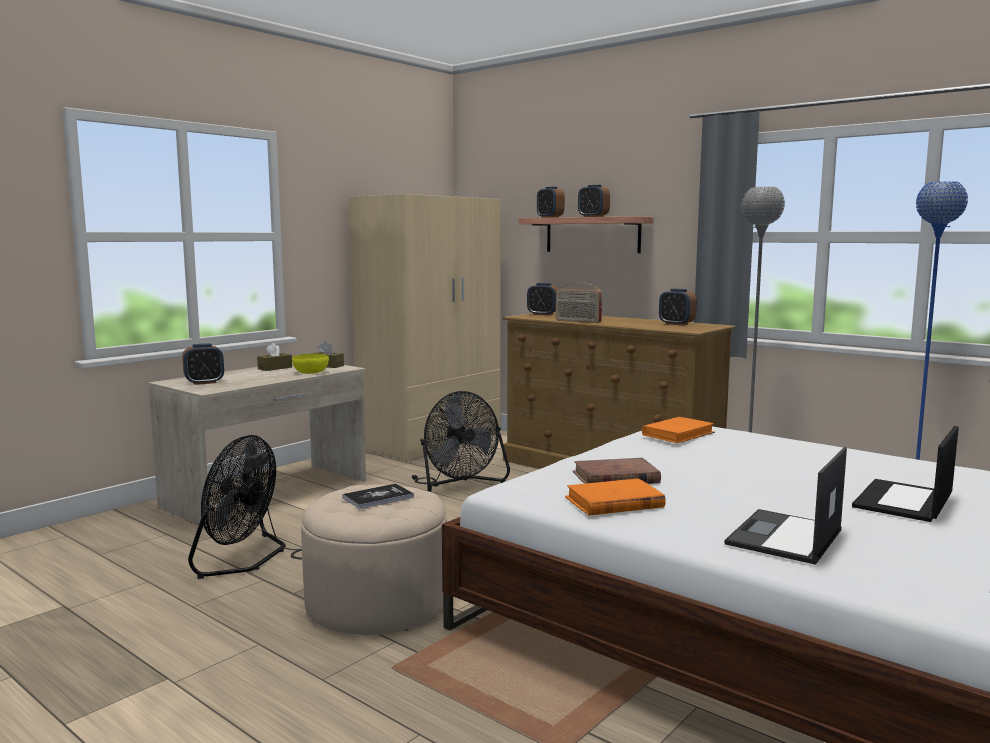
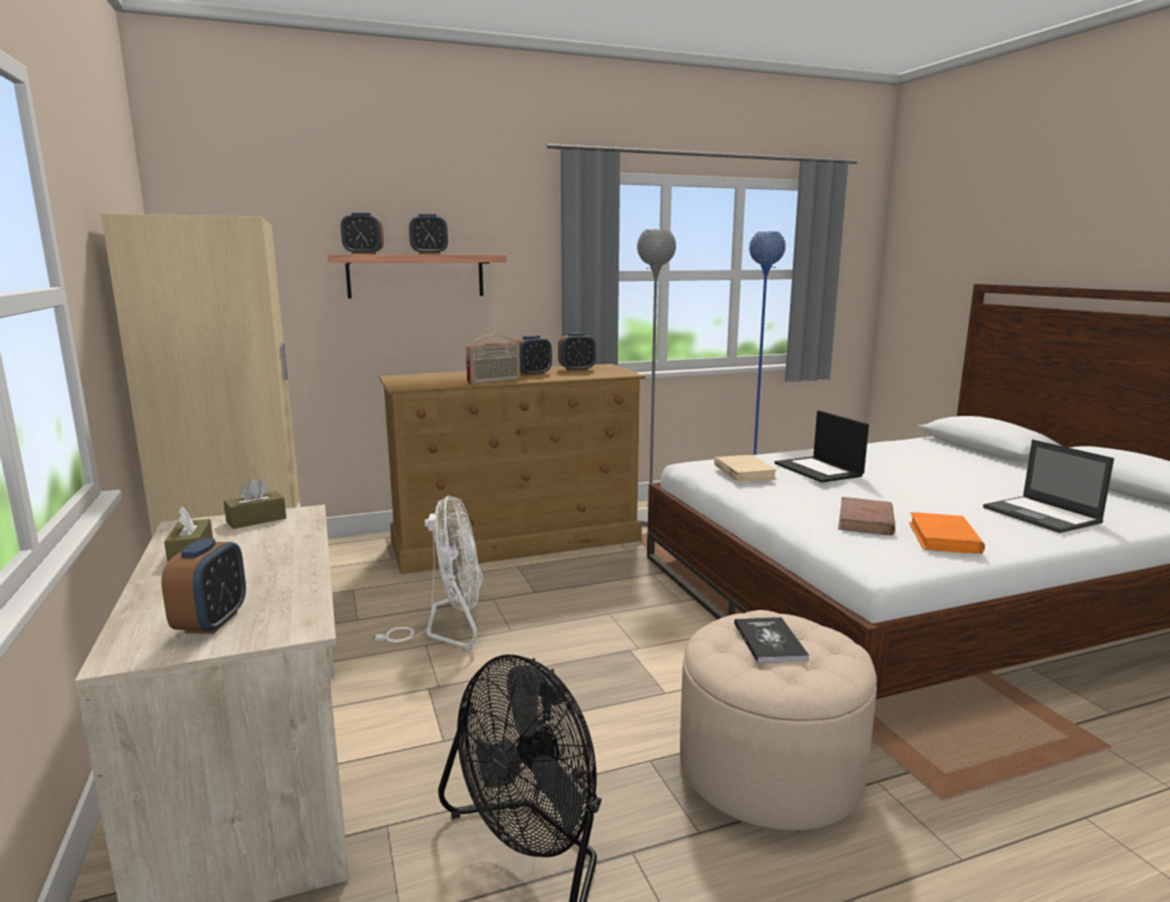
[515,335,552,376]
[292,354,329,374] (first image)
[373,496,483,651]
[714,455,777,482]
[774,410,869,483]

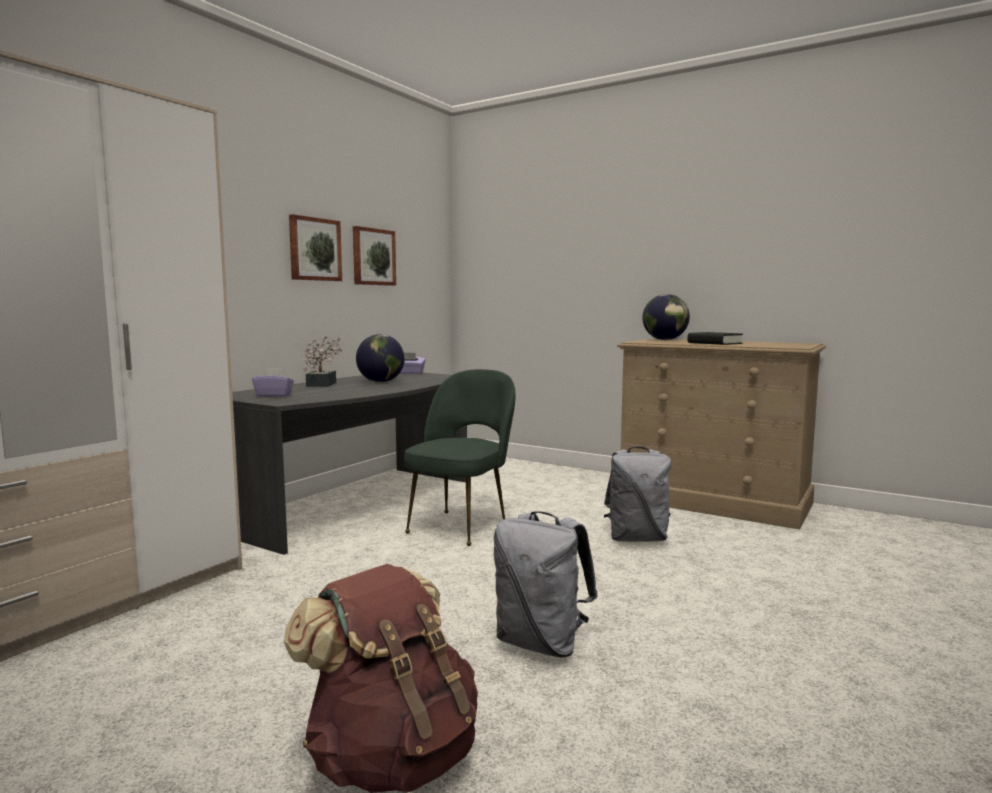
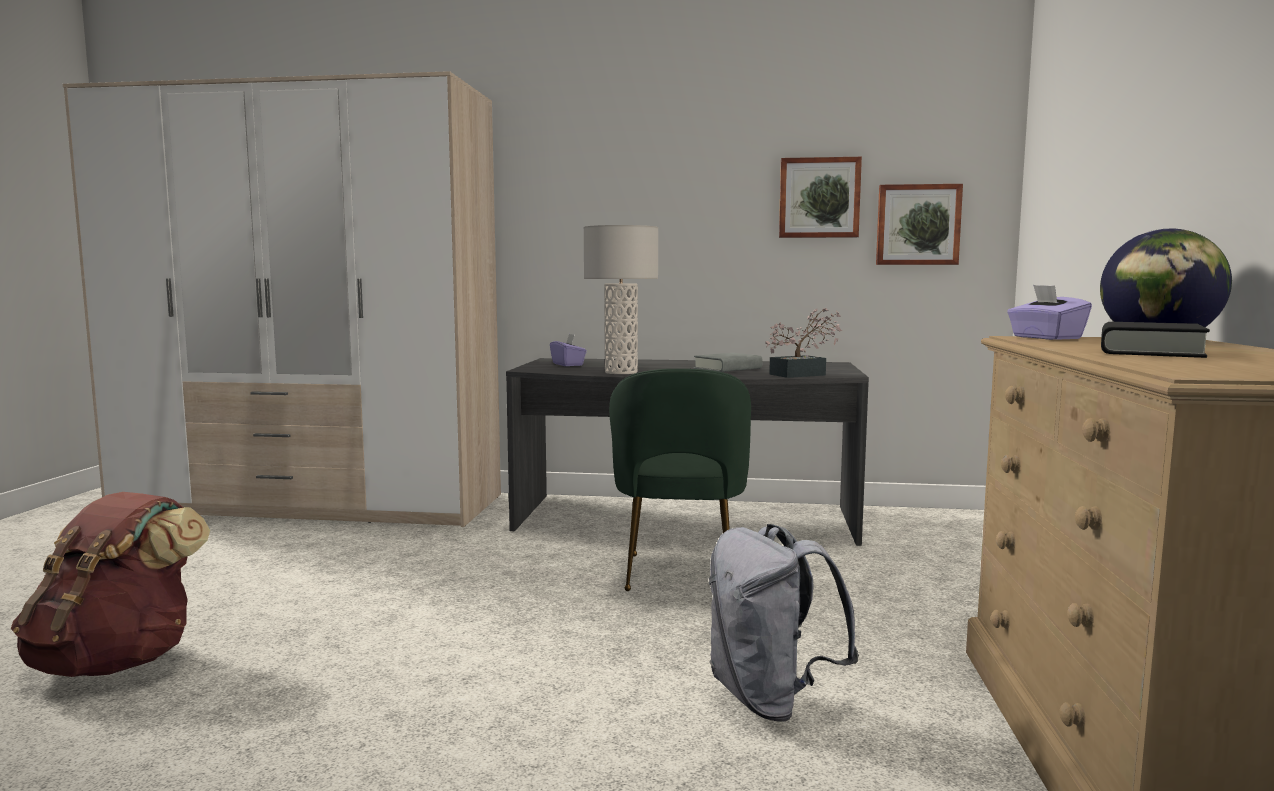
[876,184,963,265]
[694,353,762,372]
[765,308,842,378]
[1007,285,1092,340]
[609,369,751,591]
[494,511,598,658] (first image)
[584,225,658,374]

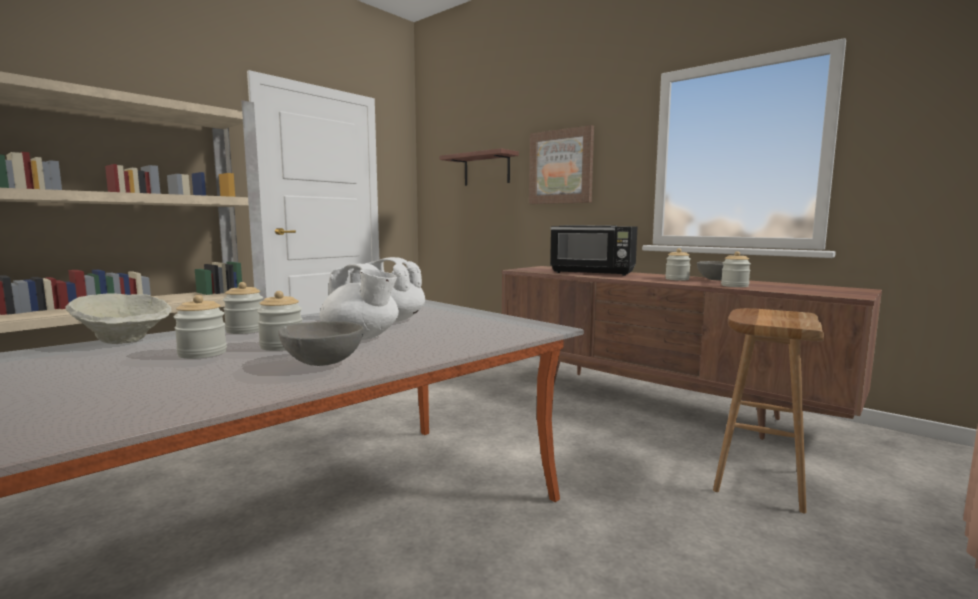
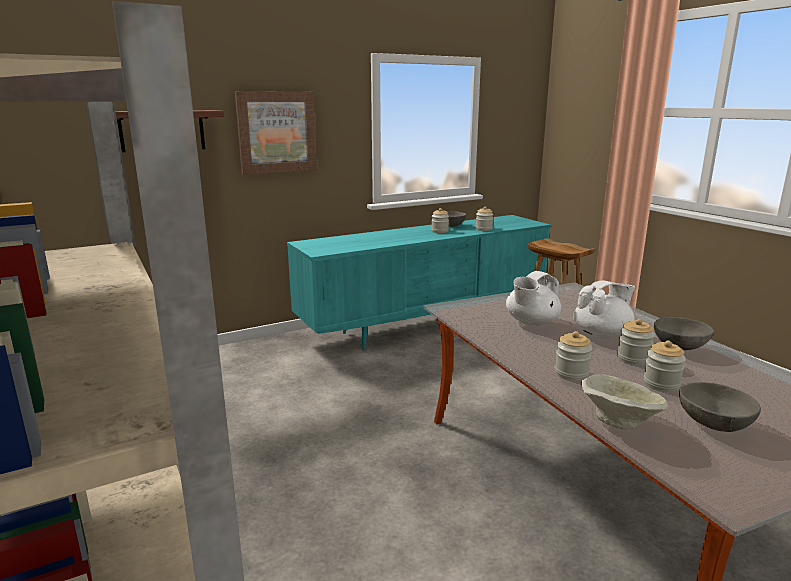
[550,225,638,276] (first image)
[287,215,551,350]
[679,382,761,432]

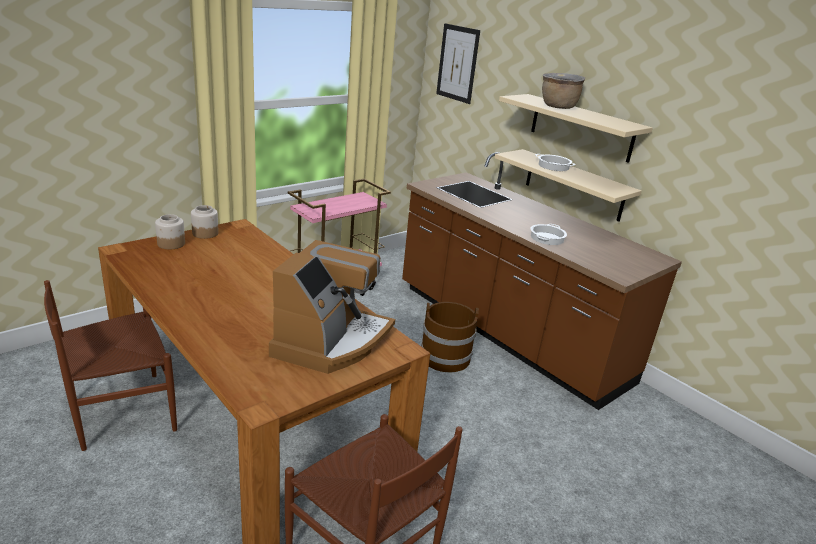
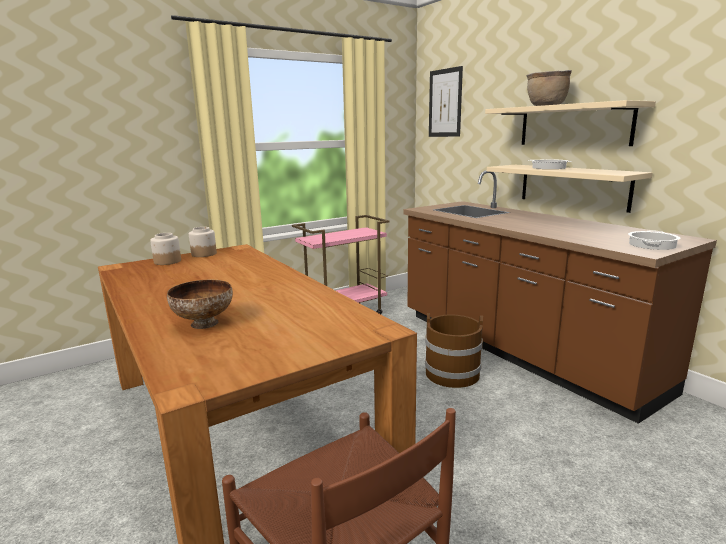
[628,230,681,250]
[269,240,395,374] (first image)
[44,280,177,451] (first image)
[167,280,233,329]

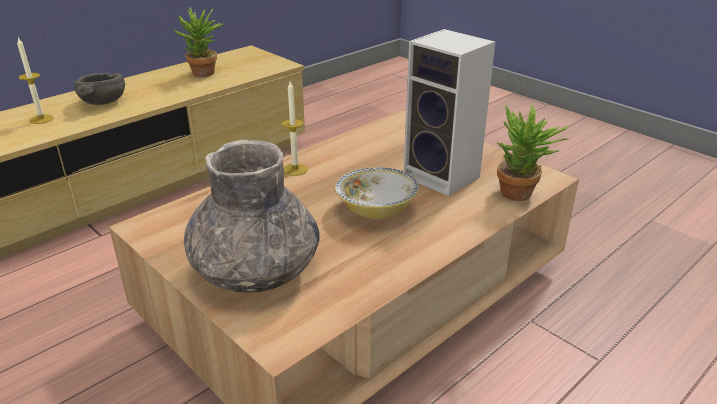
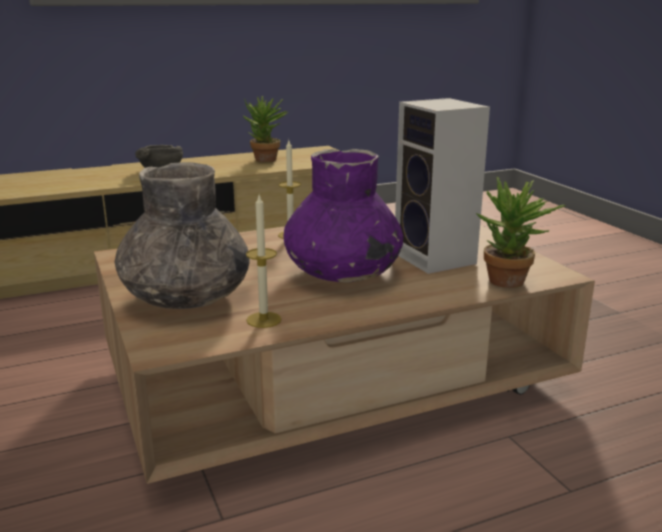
[246,195,282,328]
[283,149,403,283]

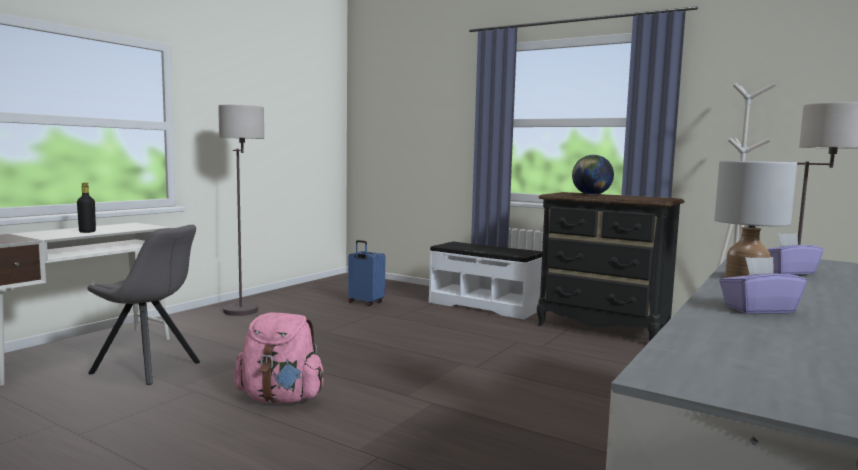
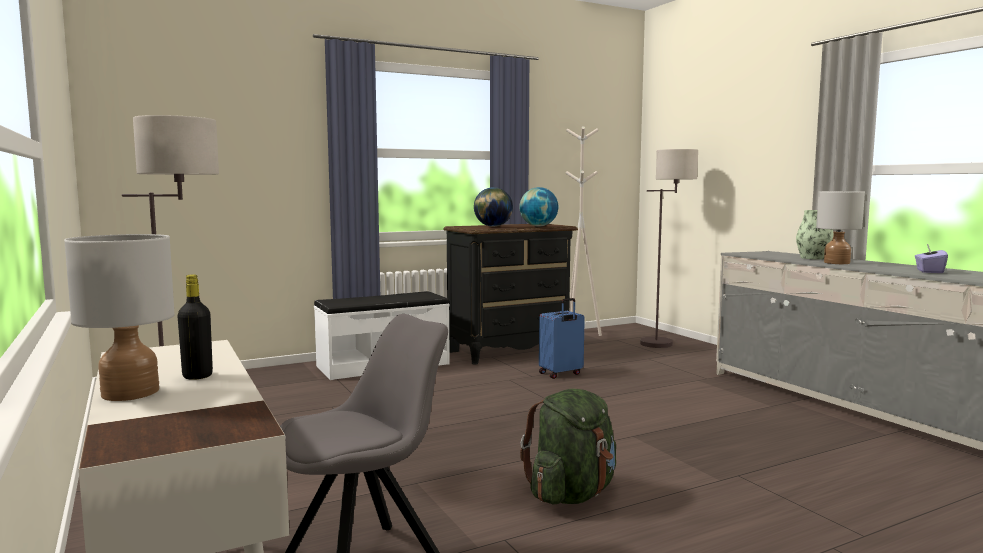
[796,210,834,259]
[539,298,585,379]
[520,388,616,504]
[519,187,558,226]
[64,234,175,401]

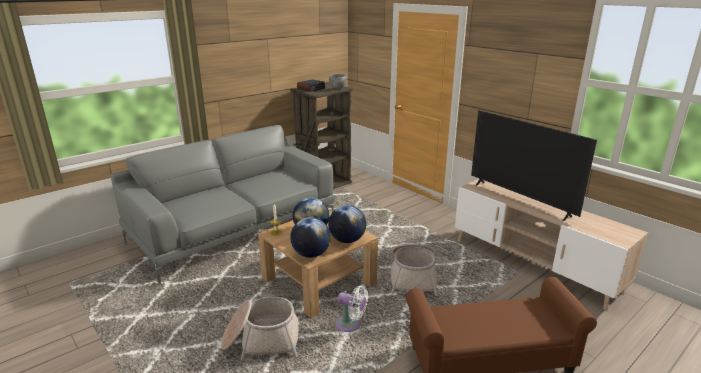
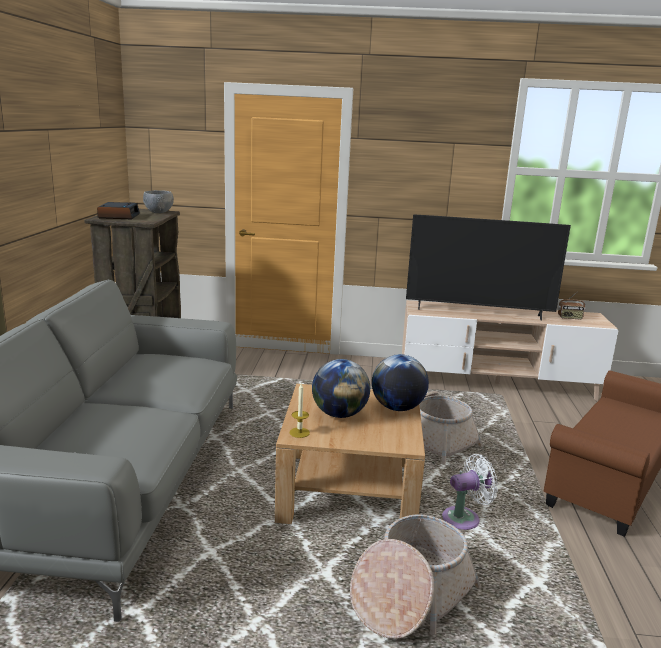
[290,217,331,258] (first image)
[558,292,585,320]

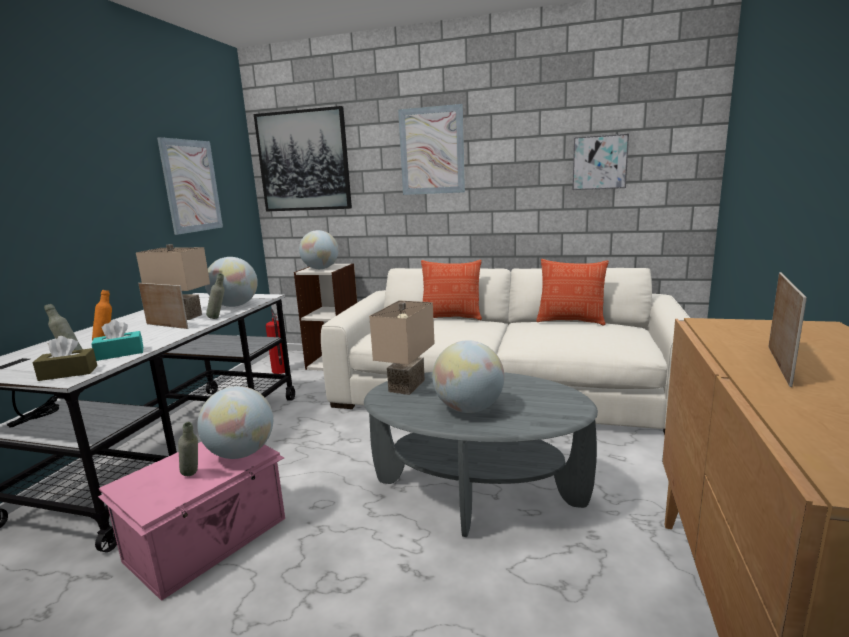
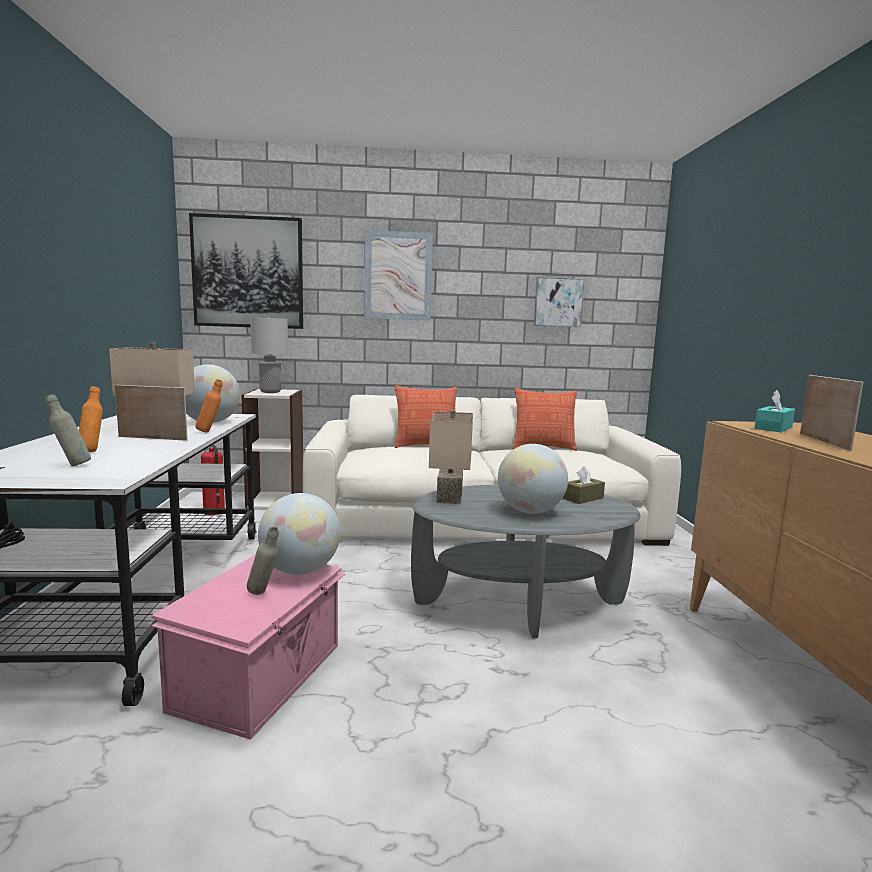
[157,137,223,235] (first image)
[250,317,288,393]
[195,379,223,433]
[754,390,795,432]
[563,466,605,504]

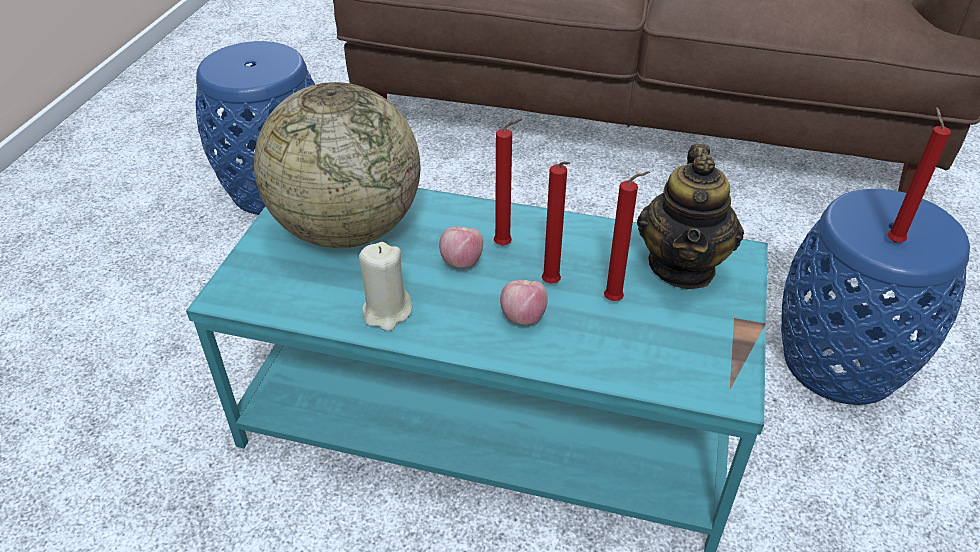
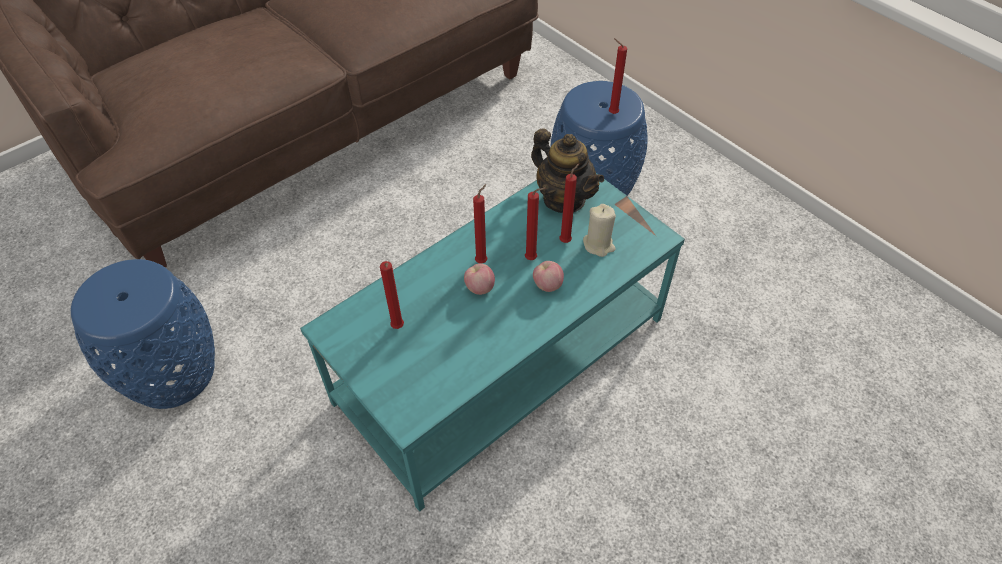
[380,261,404,329]
[583,204,616,257]

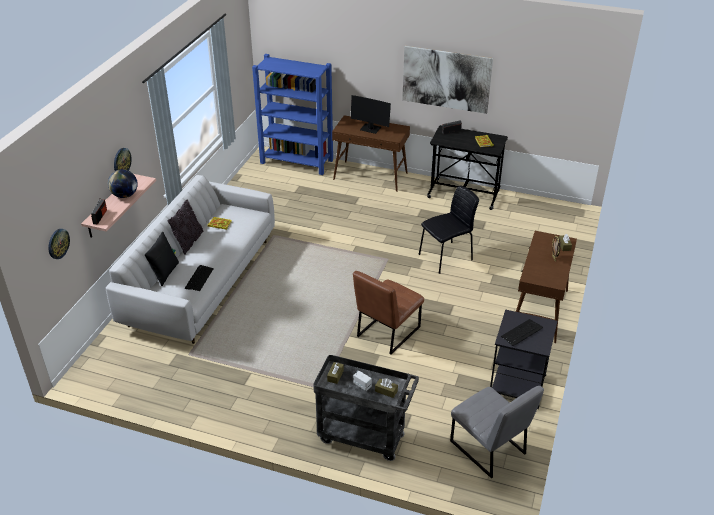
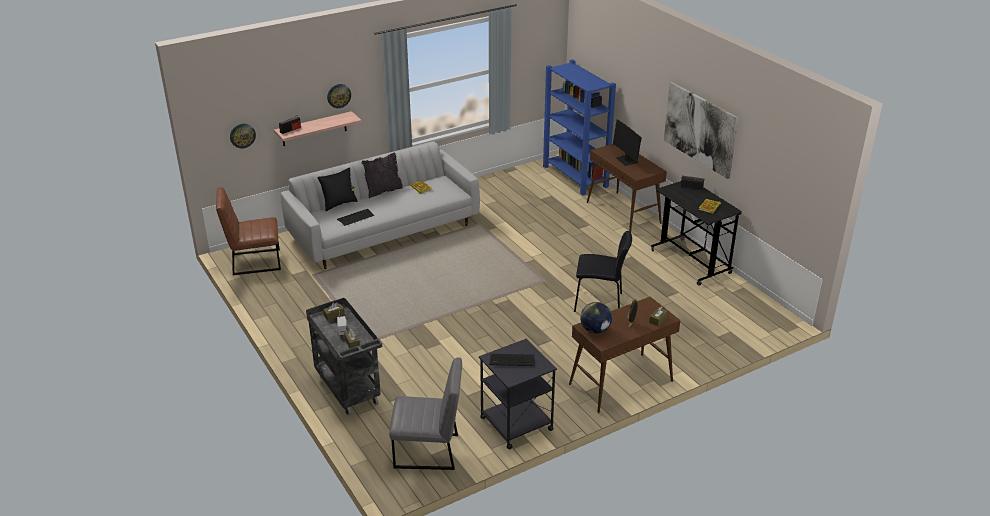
[580,302,612,334]
[216,187,281,275]
[389,357,462,470]

